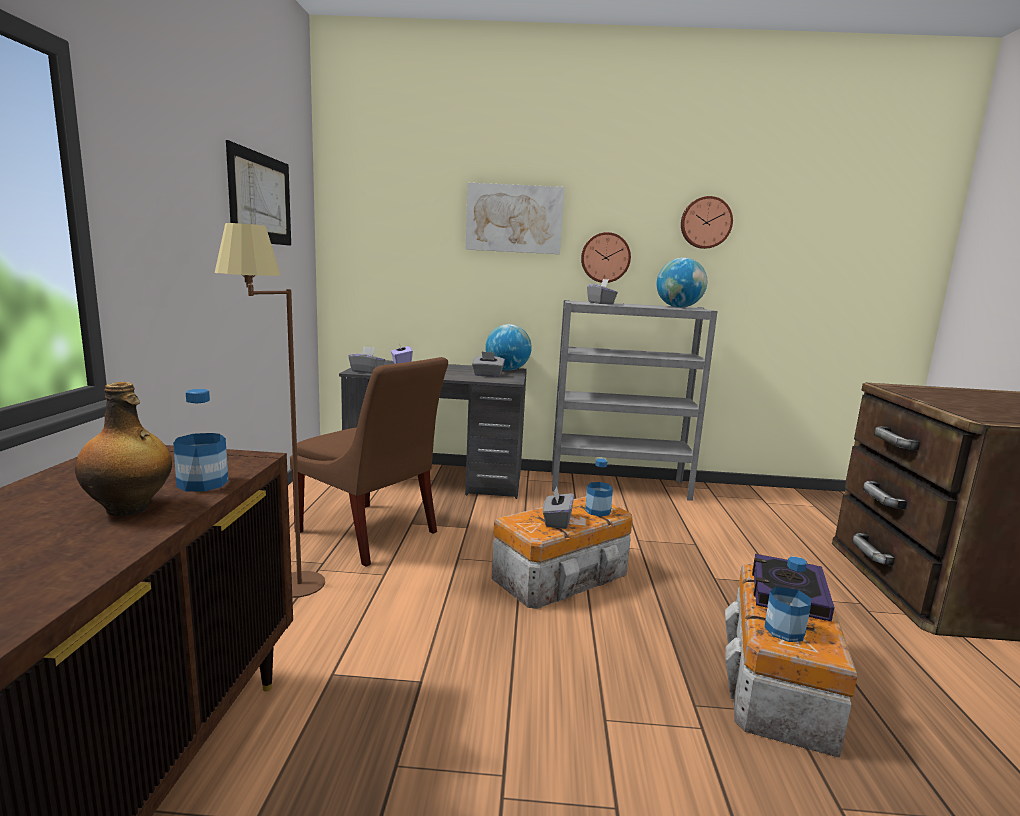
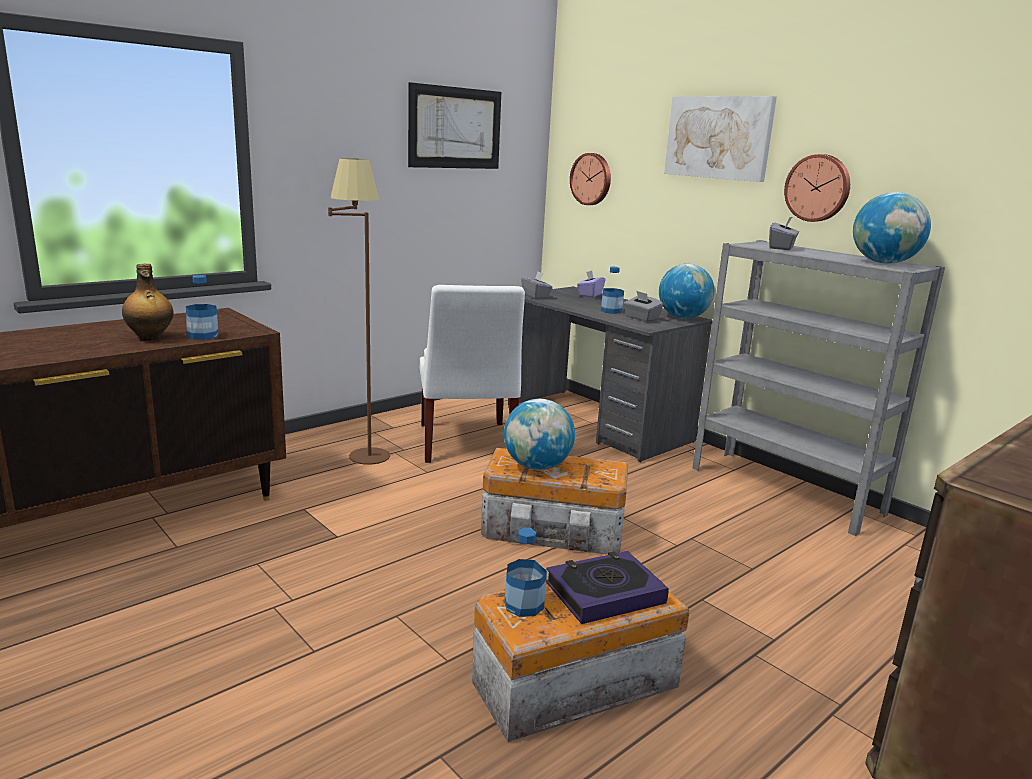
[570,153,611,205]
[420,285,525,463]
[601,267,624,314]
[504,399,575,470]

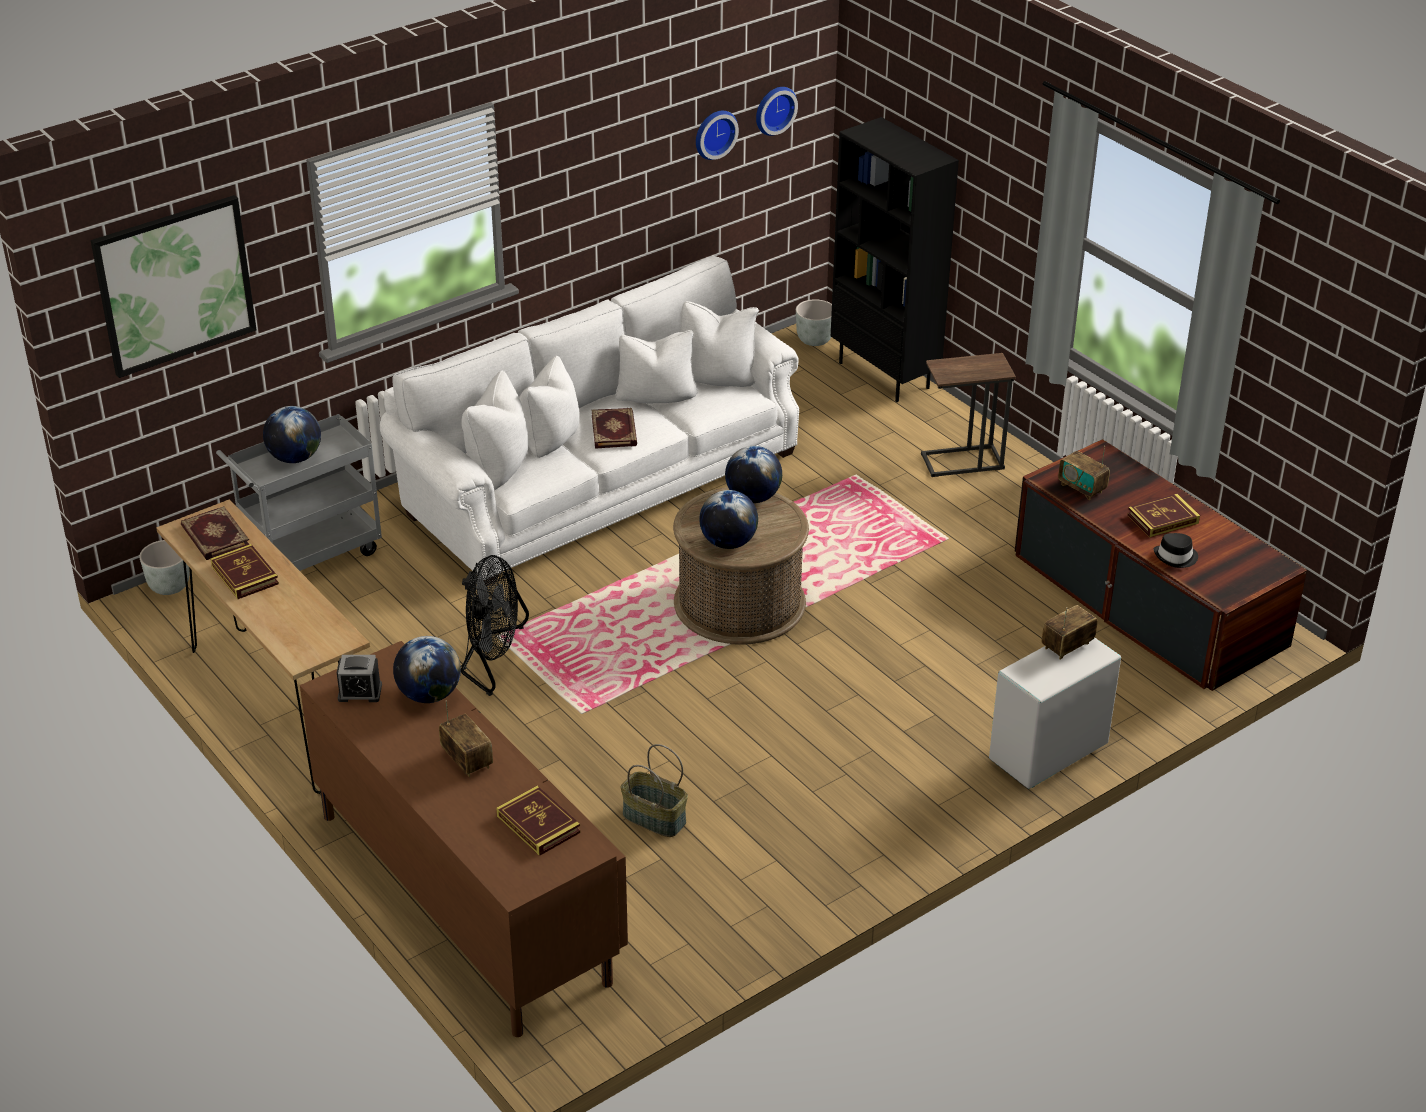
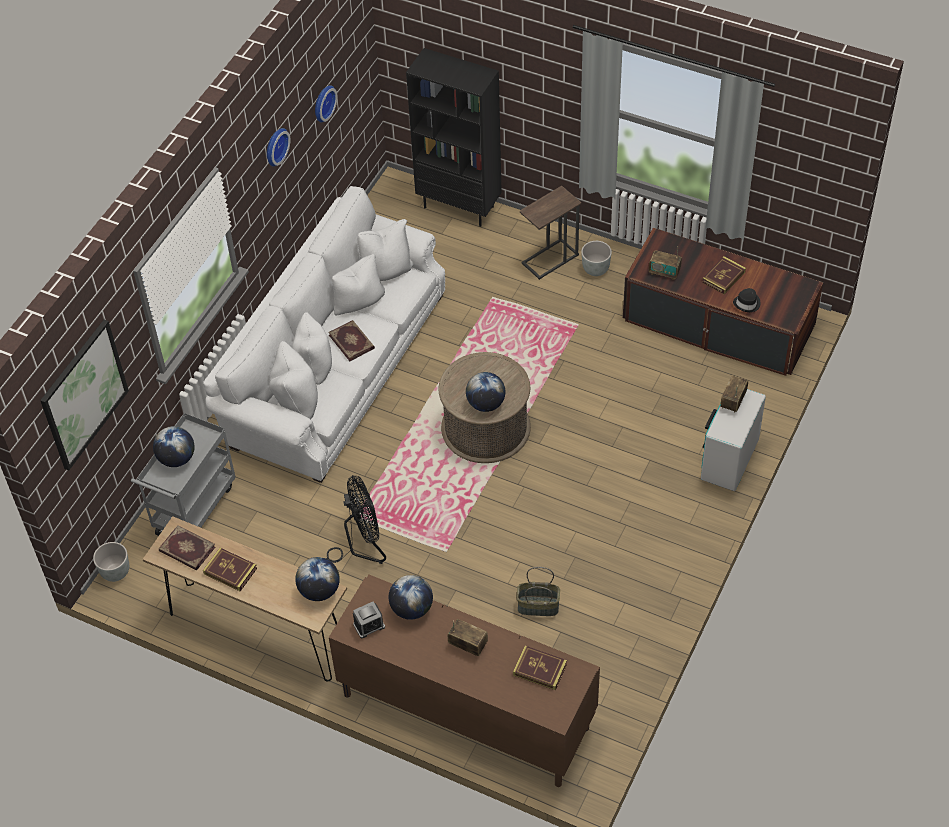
[267,128,290,166]
[581,241,612,276]
[295,557,340,601]

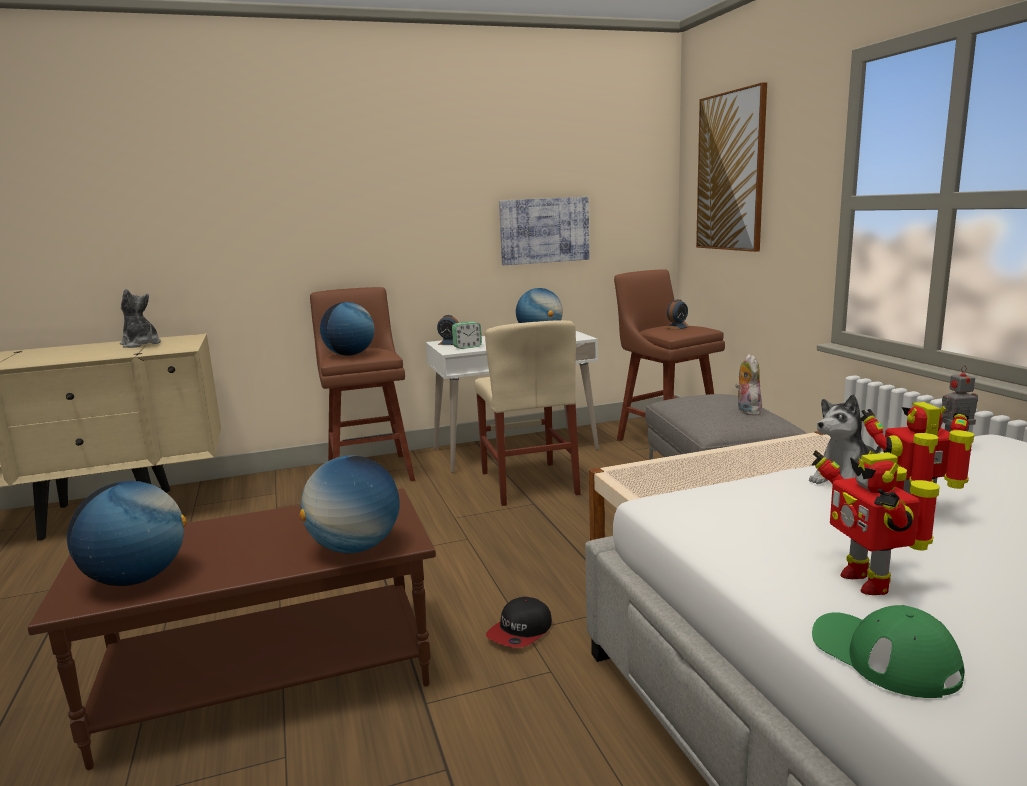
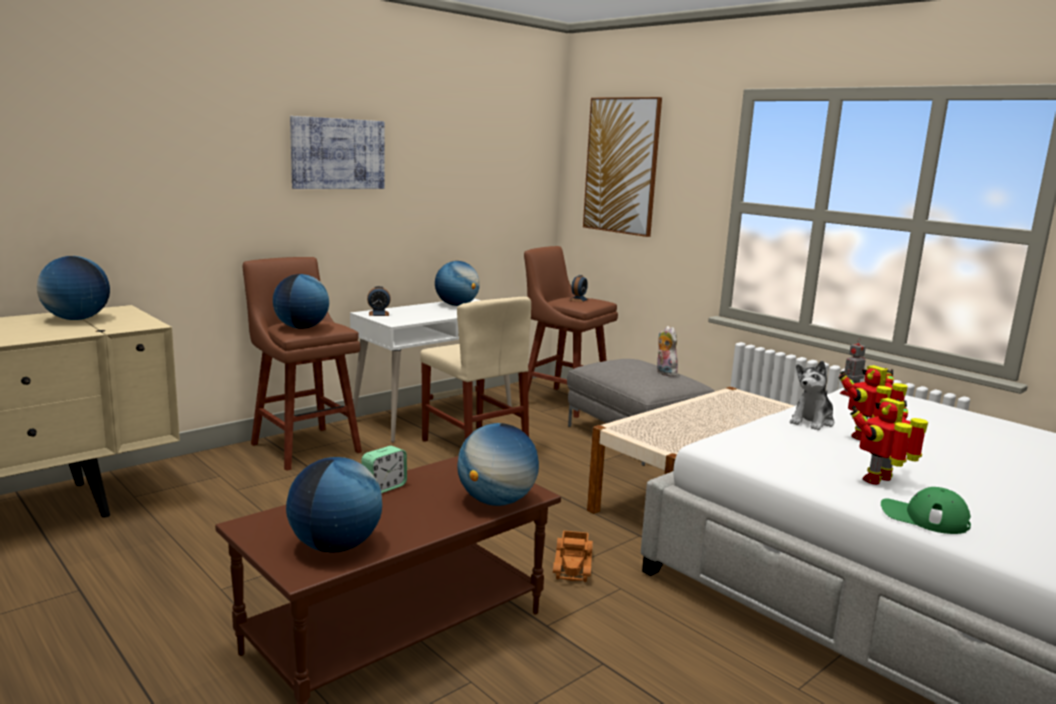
[290,116,385,189]
[37,256,110,320]
[361,446,407,493]
[850,398,928,485]
[553,530,593,582]

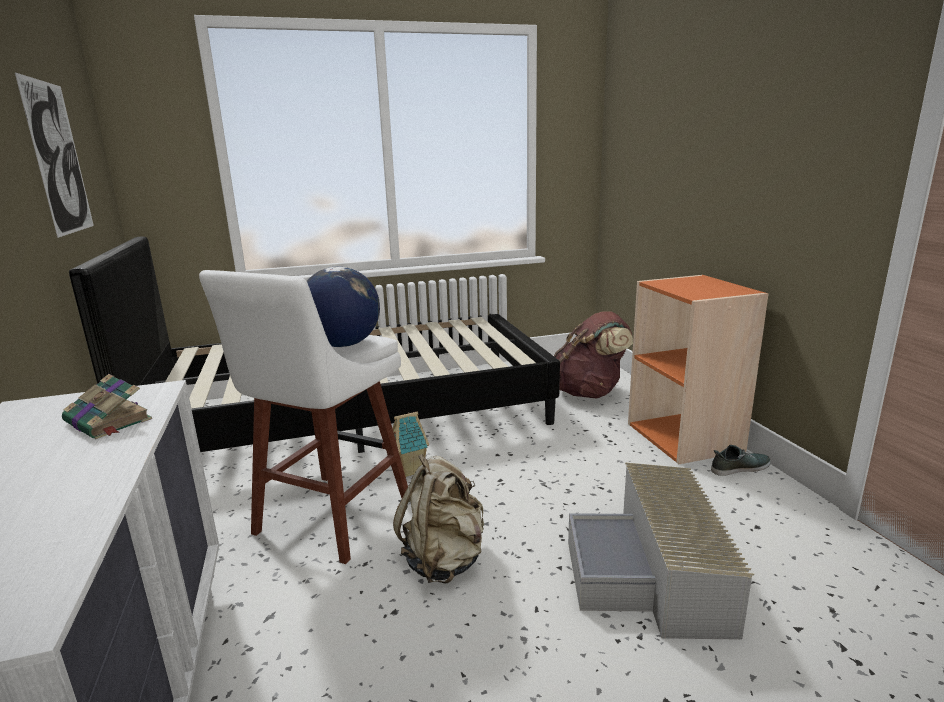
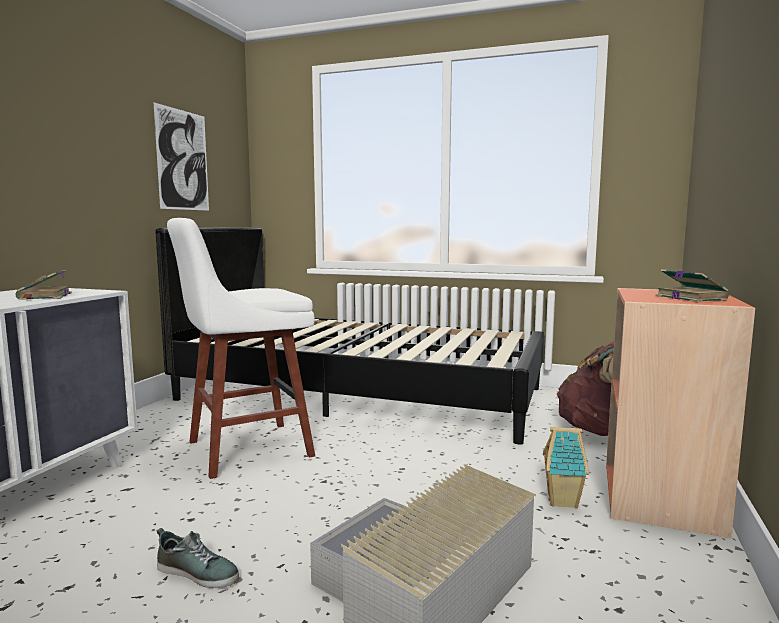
[307,267,380,347] (first image)
[543,427,589,509]
[157,528,239,588]
[393,454,484,584] (first image)
[656,269,729,302]

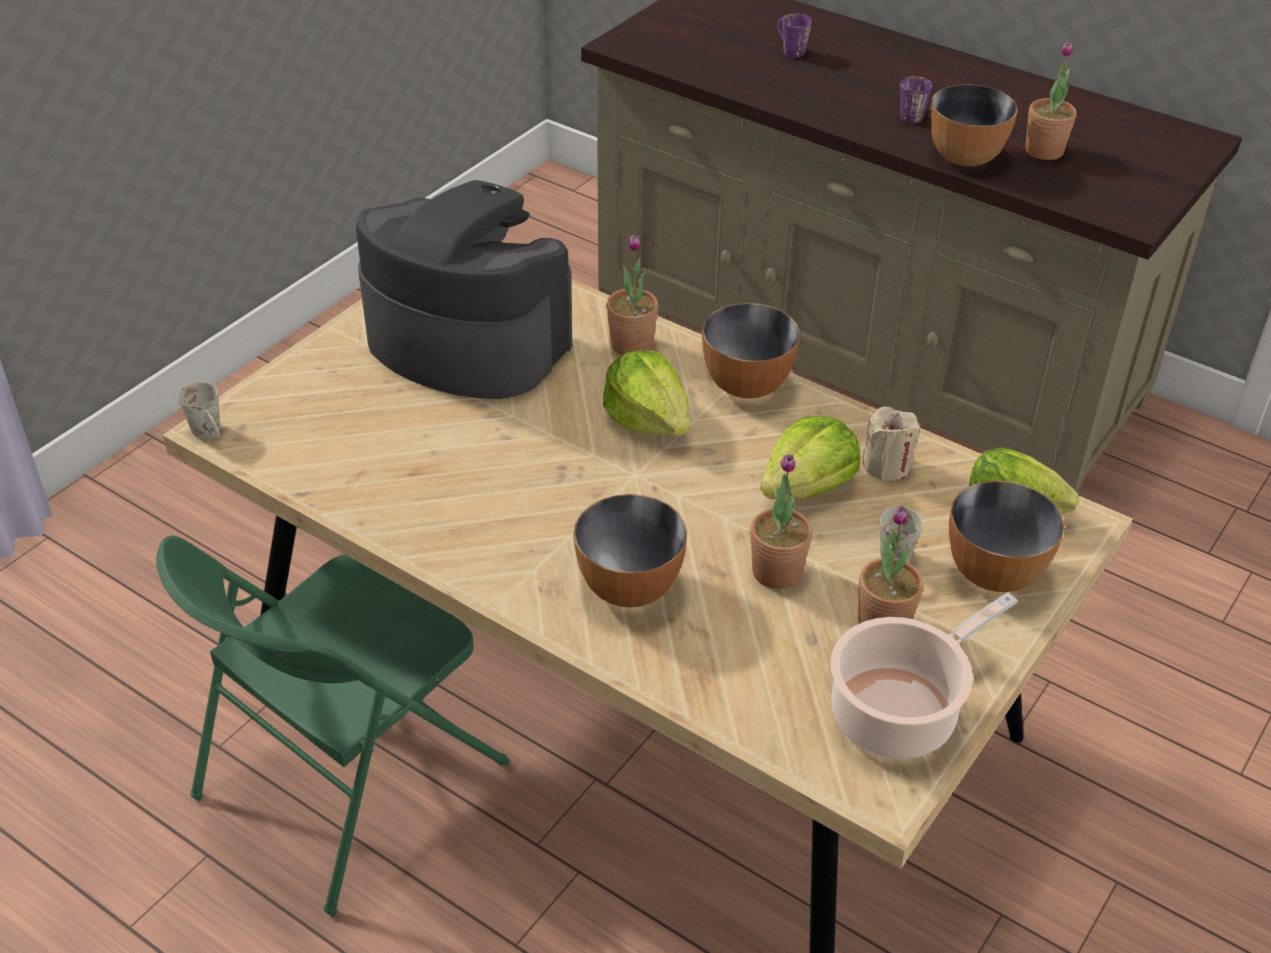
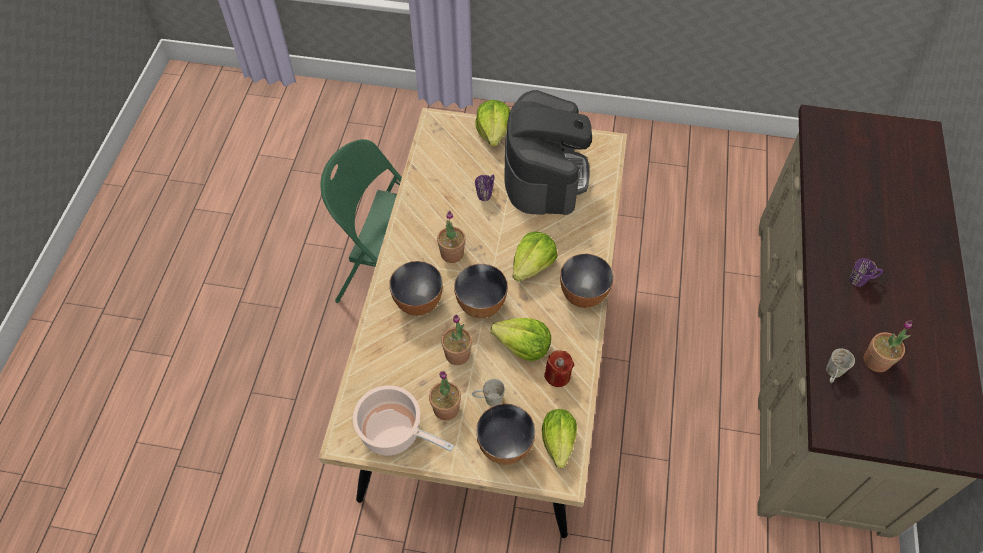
[475,175,495,201]
[454,264,508,318]
[437,211,466,263]
[826,348,855,383]
[544,351,574,387]
[475,100,510,146]

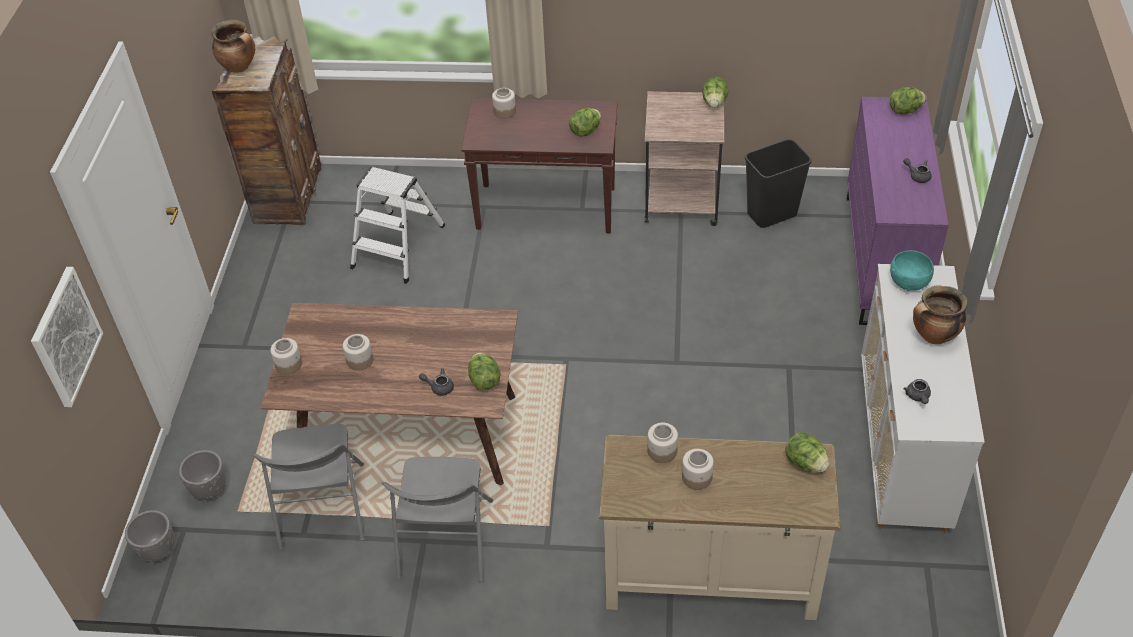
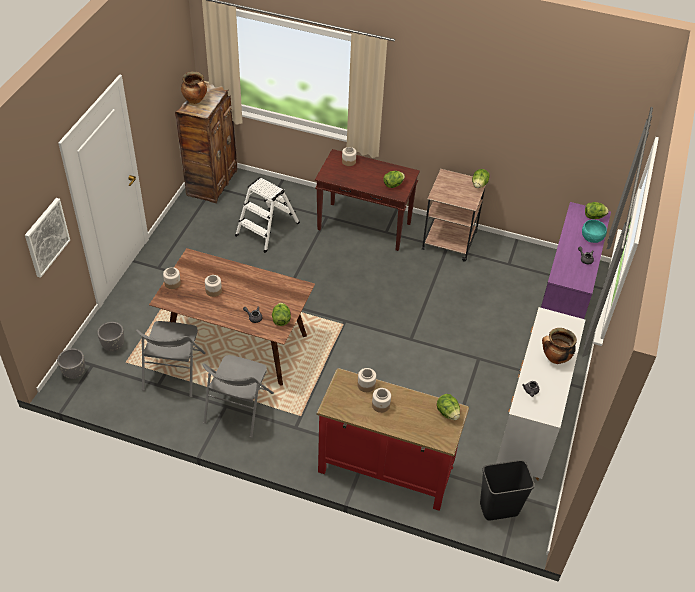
[480,460,535,521]
[582,220,607,243]
[316,368,469,511]

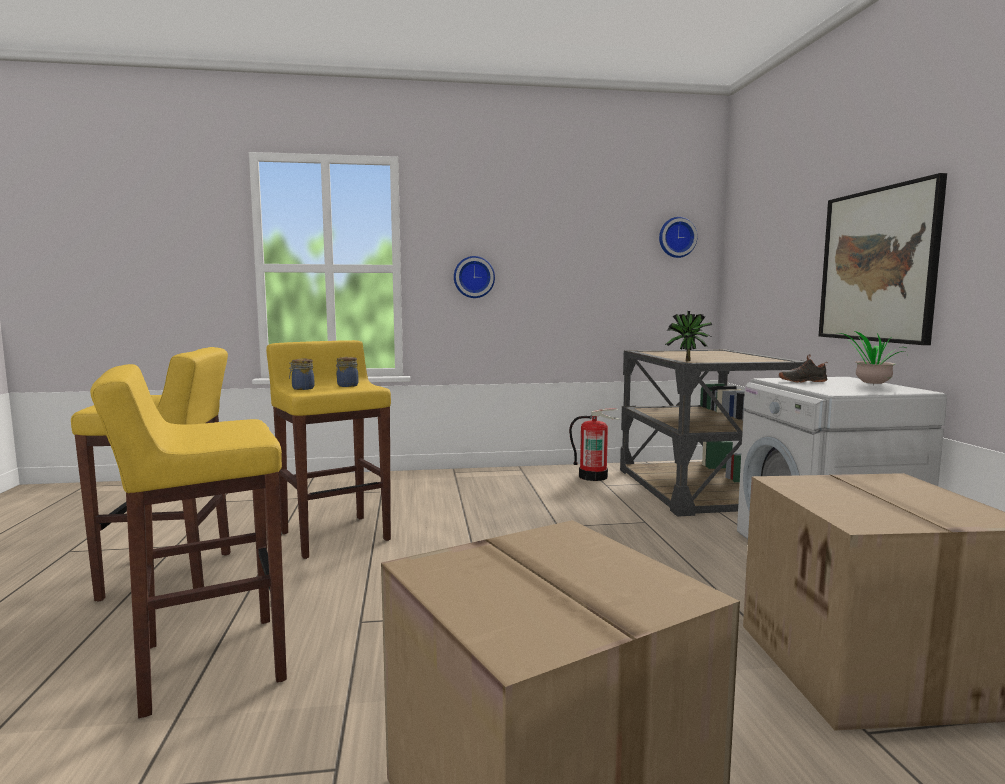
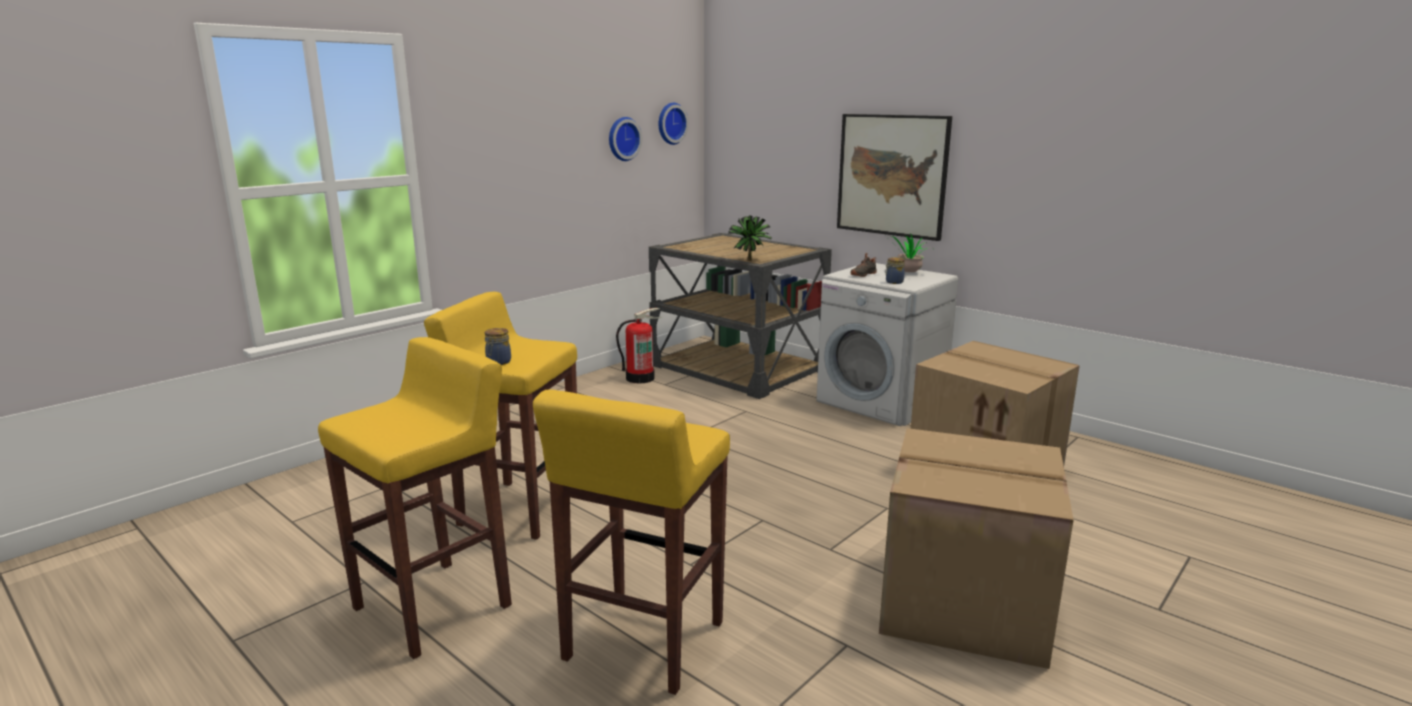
[609,117,642,161]
[885,257,905,284]

